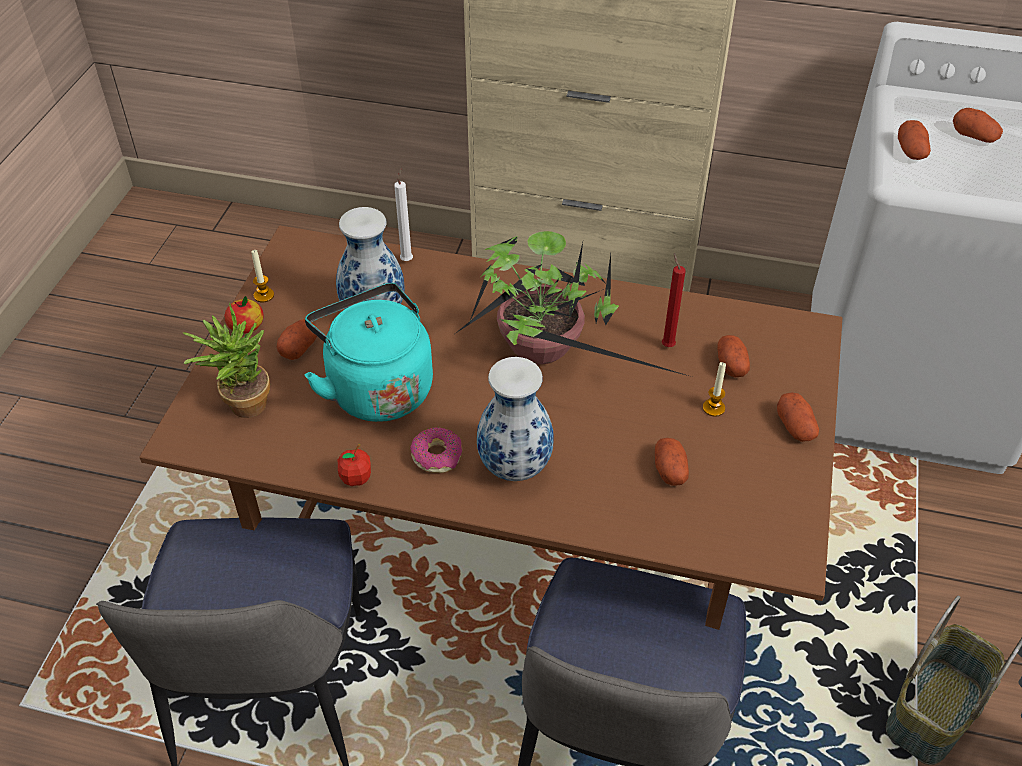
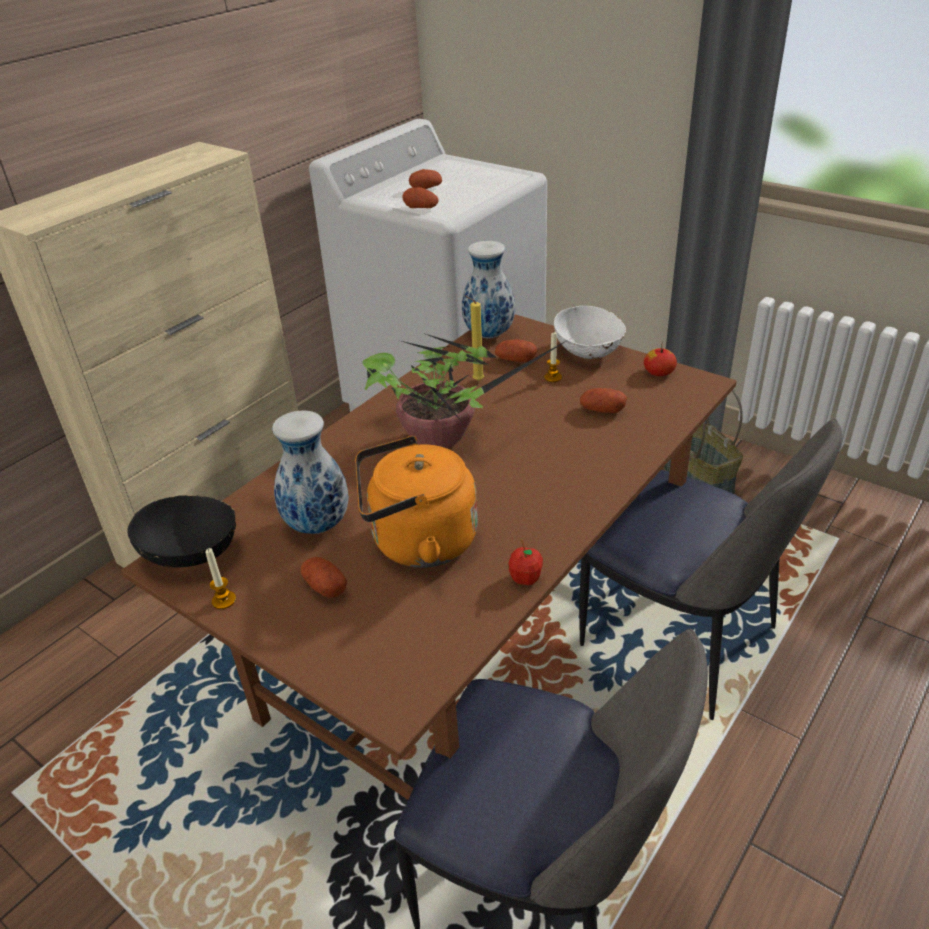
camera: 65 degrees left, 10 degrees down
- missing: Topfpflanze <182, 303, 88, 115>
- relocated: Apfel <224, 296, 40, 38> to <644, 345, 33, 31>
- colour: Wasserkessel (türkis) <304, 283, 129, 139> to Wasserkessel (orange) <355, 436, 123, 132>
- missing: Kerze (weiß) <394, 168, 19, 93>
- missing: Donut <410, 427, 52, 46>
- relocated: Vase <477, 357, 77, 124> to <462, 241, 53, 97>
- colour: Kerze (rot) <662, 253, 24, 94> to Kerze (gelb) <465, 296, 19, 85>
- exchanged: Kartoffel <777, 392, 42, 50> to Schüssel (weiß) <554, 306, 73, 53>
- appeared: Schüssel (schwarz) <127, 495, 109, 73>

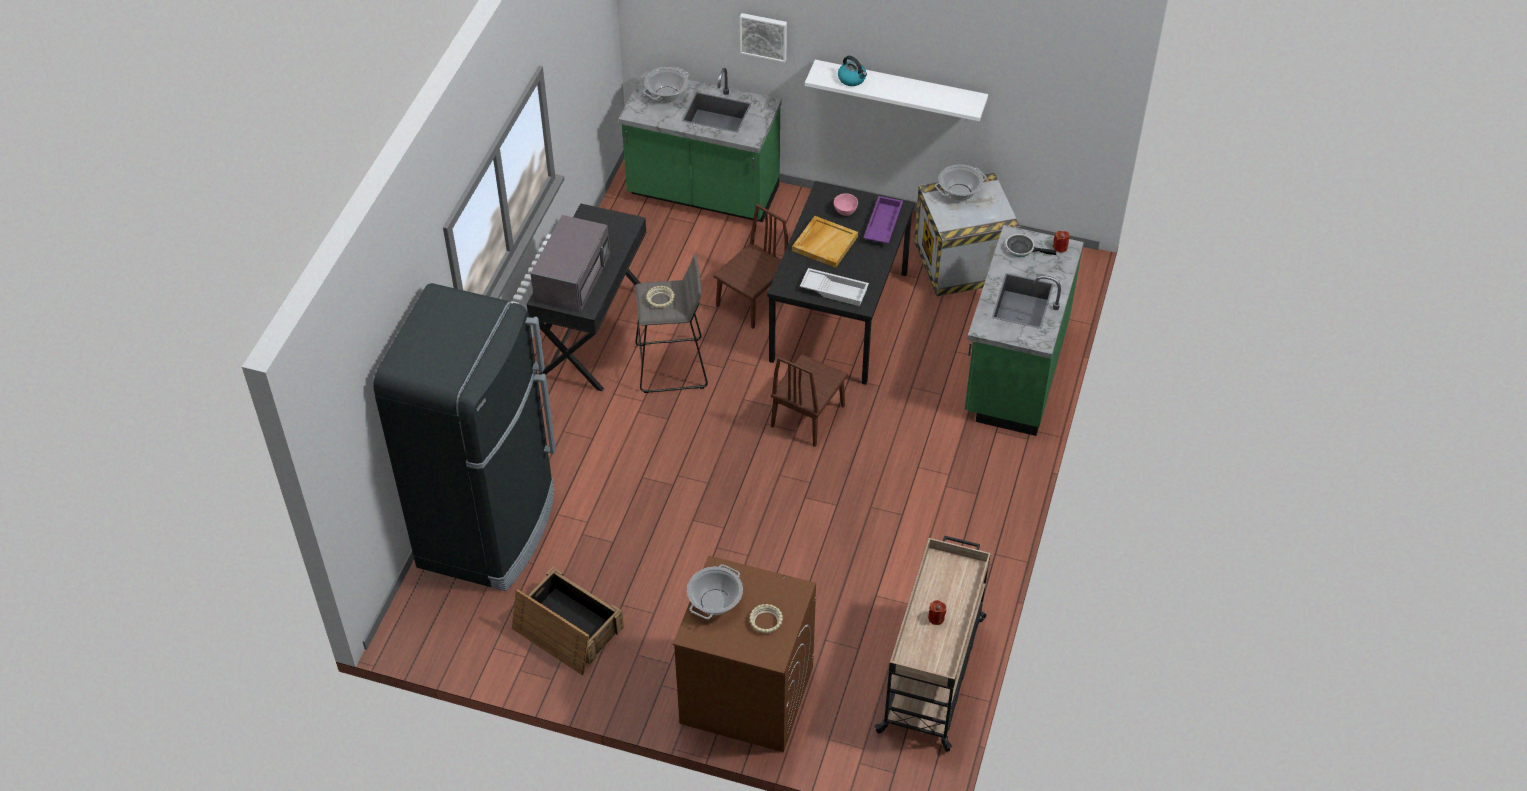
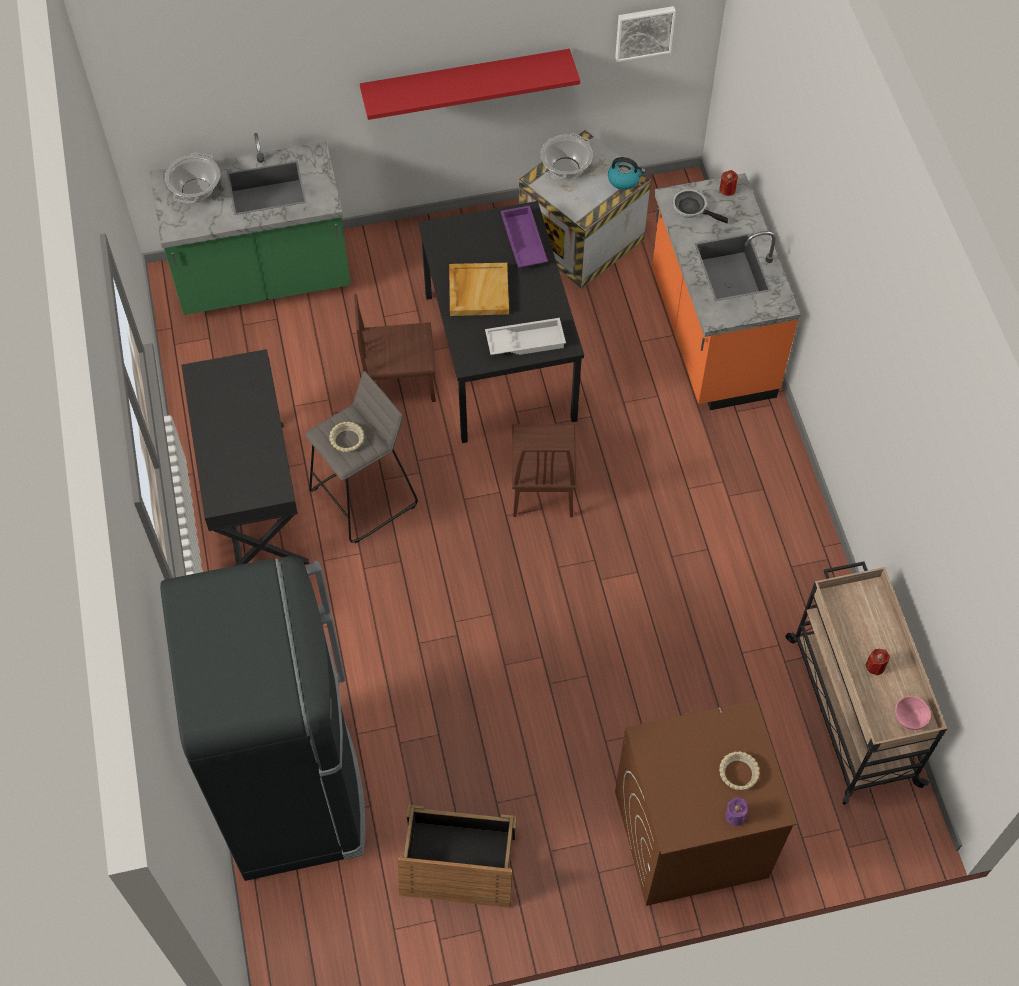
camera: 30 degrees left, 10 degrees up
- missing: Mikrowelle (grau) <530, 215, 80, 98>
- missing: Kochtopf <687, 564, 56, 55>
- spun: Stuhl (braun) <713, 204, 75, 125> = <354, 294, 82, 108> 105 degrees counterclockwise
- relocated: Bild <740, 13, 47, 50> to <615, 6, 61, 56>
- colour: Wandregal (weiß) <805, 60, 183, 61> to Wandregal (rot) <360, 49, 220, 71>
- relocated: Schüssel (rosa) <834, 194, 24, 22> to <895, 696, 36, 34>
- relocated: Wasserkessel <838, 56, 29, 30> to <608, 157, 38, 33>
- colour: Küchenzeile (grün) <965, 225, 119, 211> to Küchenzeile (orange) <652, 173, 149, 237>
- spun: Pfanne <1005, 234, 51, 23> = <673, 189, 55, 34> 45 degrees clockwise
- appeared: Kerze (lila) <725, 797, 24, 29>

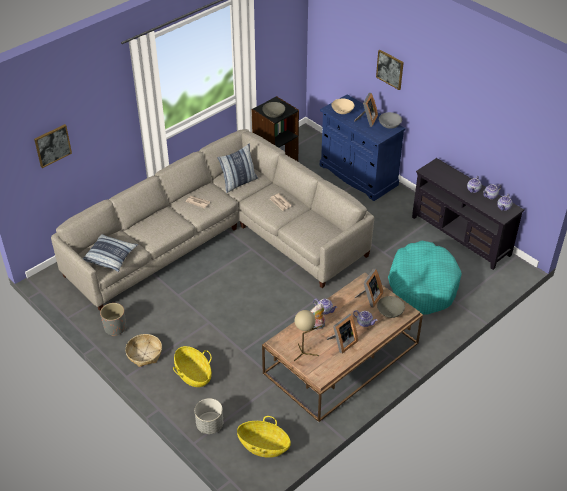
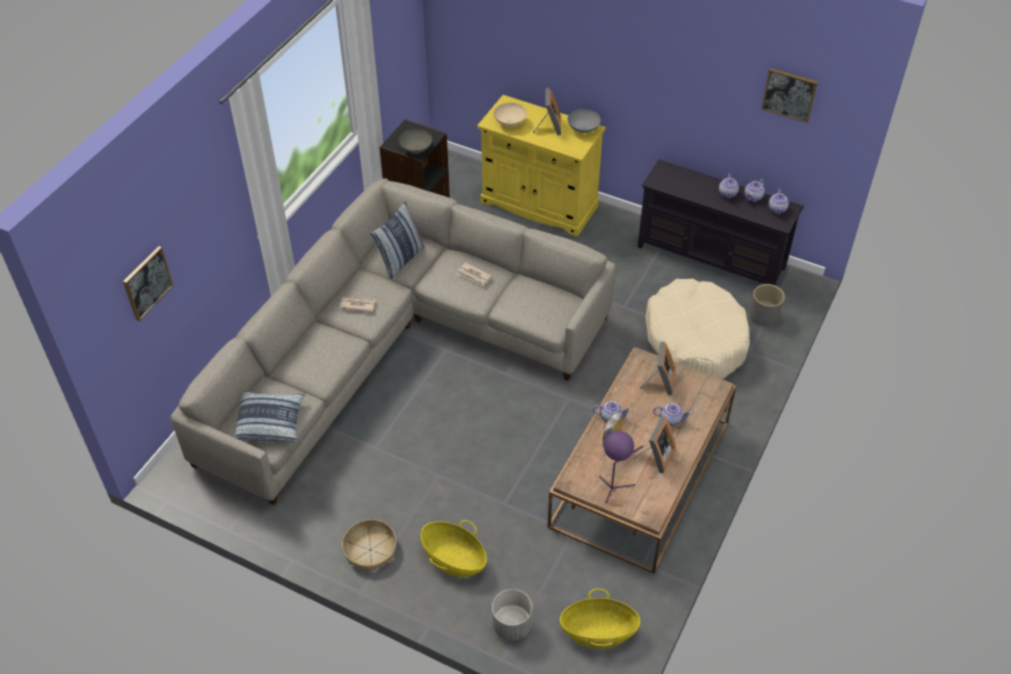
camera: 20 degrees left, 5 degrees up
- relocated: Pflanzkübel (grau) <100, 303, 26, 33> to <750, 284, 35, 43>
- colour: Tischlampe (beige) <294, 310, 28, 51> to Tischlampe (lila) <599, 431, 44, 72>
- colour: Schrank (blau) <320, 94, 86, 107> to Schrank (gelb) <477, 95, 129, 141>
- relocated: Bild <376, 50, 28, 40> to <761, 68, 57, 55>
- missing: Schüssel (grau) <377, 296, 28, 22>
- colour: Hundebett (türkis) <388, 241, 74, 74> to Hundebett (beige) <645, 279, 105, 100>

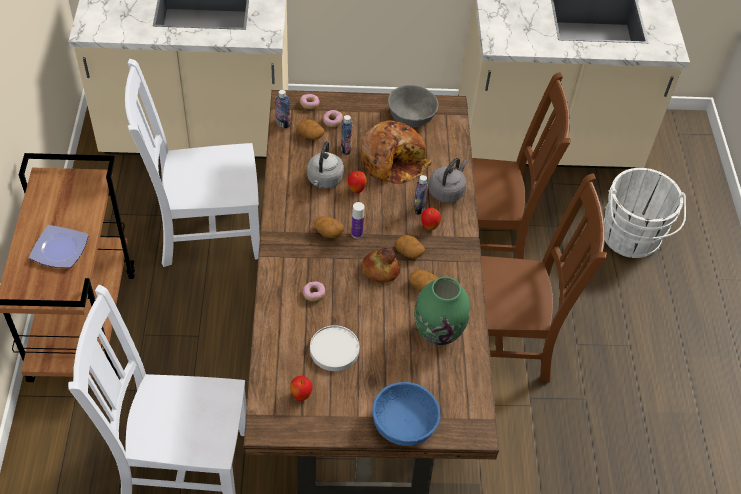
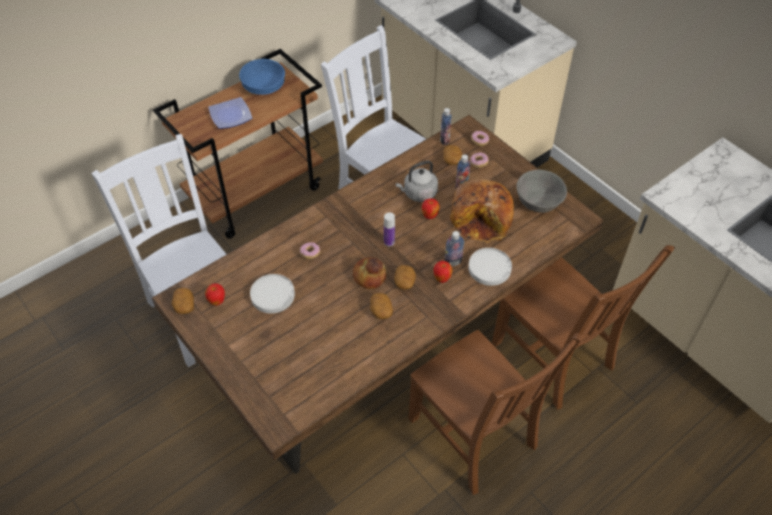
camera: 55 degrees right, 0 degrees up
- relocated: Kartoffel <314, 216, 30, 22> to <172, 288, 22, 26>
- relocated: Schüssel (blau) <372, 382, 68, 64> to <239, 59, 46, 36>
- missing: Vase (grün) <414, 277, 56, 68>
- exchanged: Wasserkessel (grau) <429, 158, 38, 45> to Teller (weiß) <468, 248, 44, 38>
- missing: Eimer (weiß) <604, 168, 82, 90>

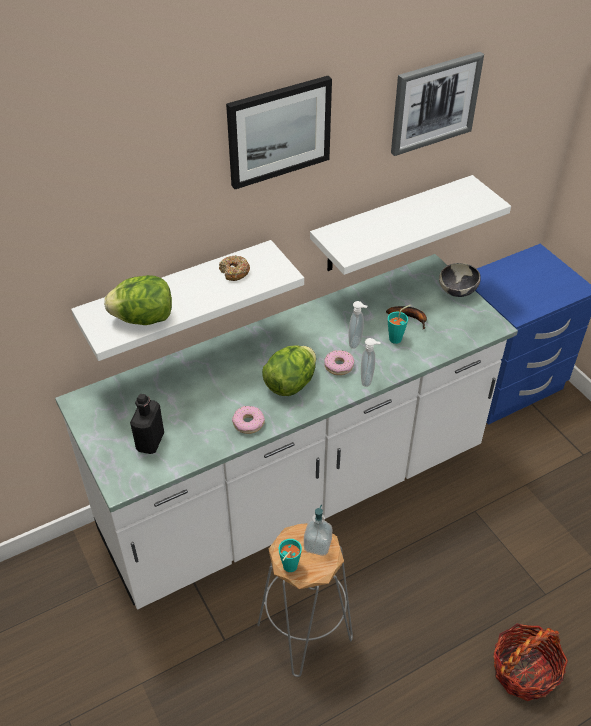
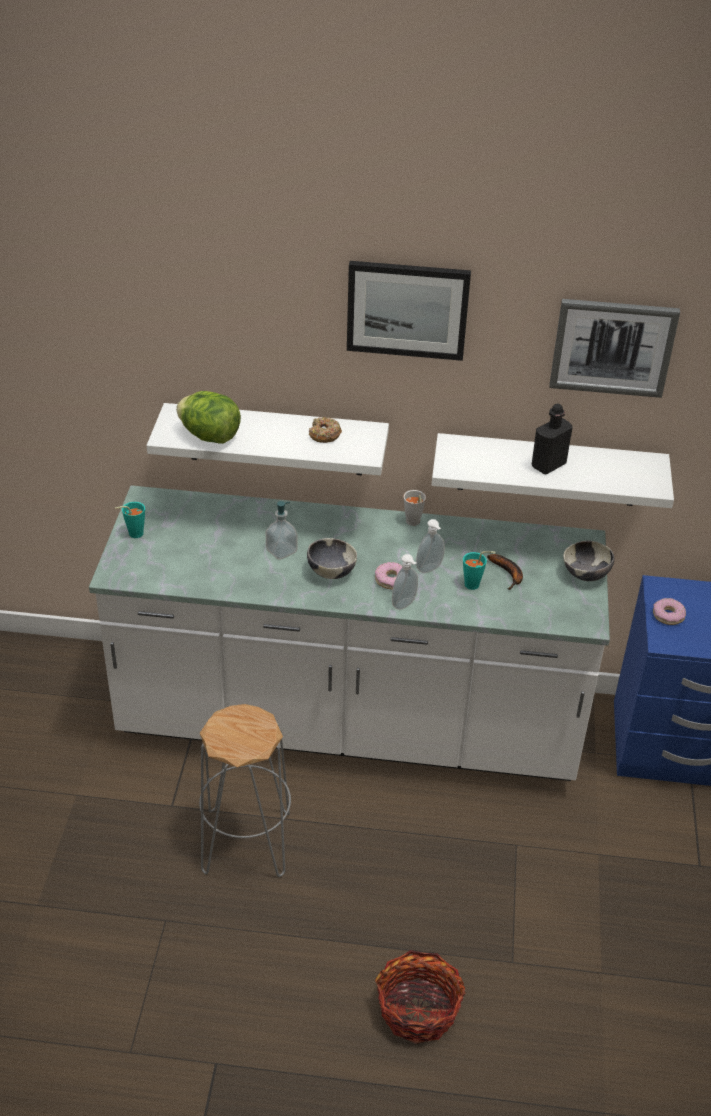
camera: 35 degrees right, 5 degrees down
- relocated: Flasche (schwarz) <130, 394, 34, 60> to <532, 404, 41, 70>
- relocated: Donut <232, 406, 33, 28> to <653, 598, 33, 27>
- exchanged: Salatkopf <262, 345, 54, 51> to Schüssel <307, 538, 50, 41>
- relocated: Tasse (türkis) <278, 539, 24, 33> to <115, 502, 30, 36>
- relocated: Seifenspender <304, 505, 28, 51> to <266, 501, 32, 59>
- appeared: Tasse (grau) <403, 490, 23, 36>

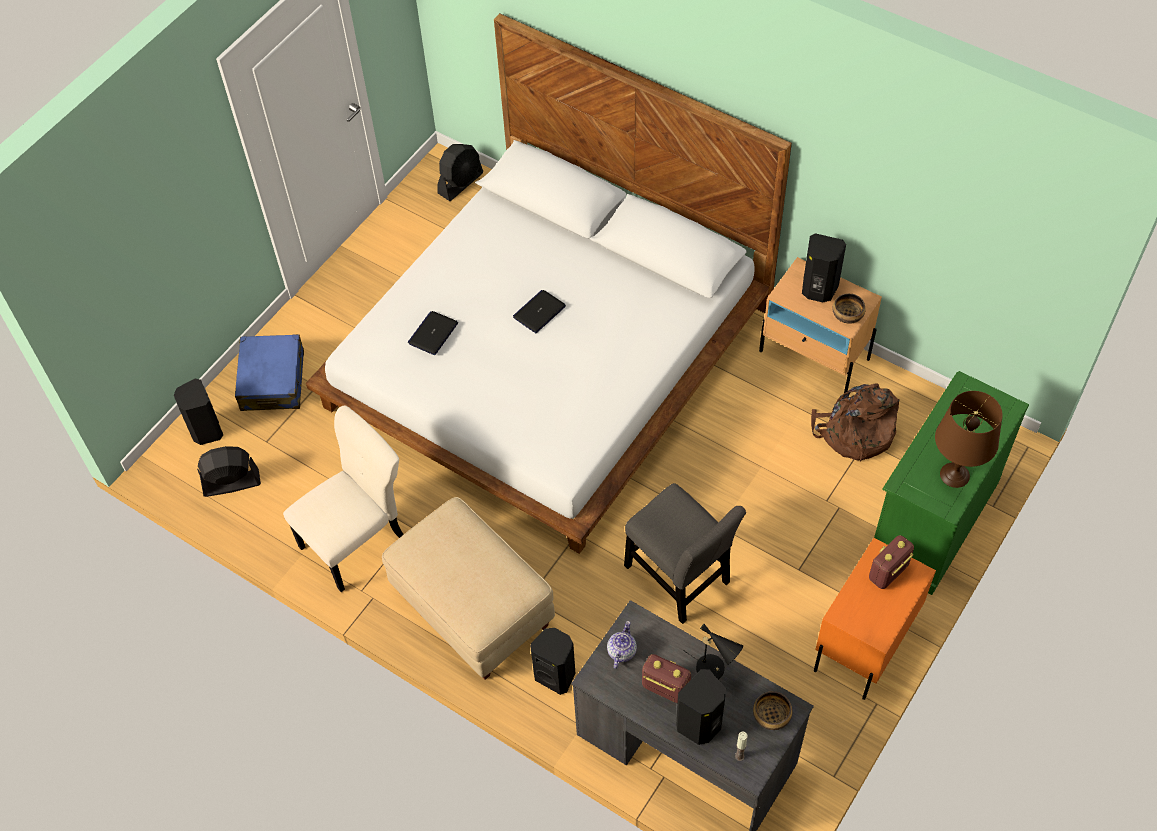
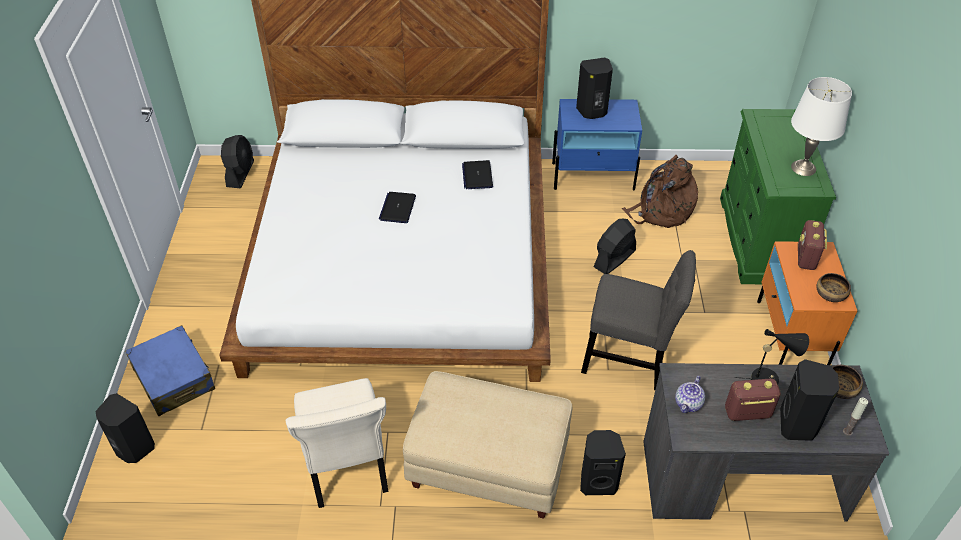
camera: 35 degrees left, 10 degrees down
- relocated: Ventilator (schwarz) <197, 446, 64, 51> to <593, 218, 43, 56>
- spun: Stuhl (beige) <283, 405, 121, 187> = <286, 378, 103, 130> 150 degrees clockwise
- relocated: Laptop <408, 311, 50, 44> to <462, 160, 31, 29>
- spun: Teekanne <607, 621, 30, 48> = <675, 376, 30, 37> 135 degrees counterclockwise
- colour: Nachttisch (beige) <759, 257, 123, 136> to Nachttisch (blau) <552, 99, 90, 91>
- relocated: Schüssel <833, 293, 33, 31> to <816, 273, 35, 29>
- colour: Tischlampe (braun) <935, 391, 68, 97> to Tischlampe (weiß) <791, 77, 61, 99>

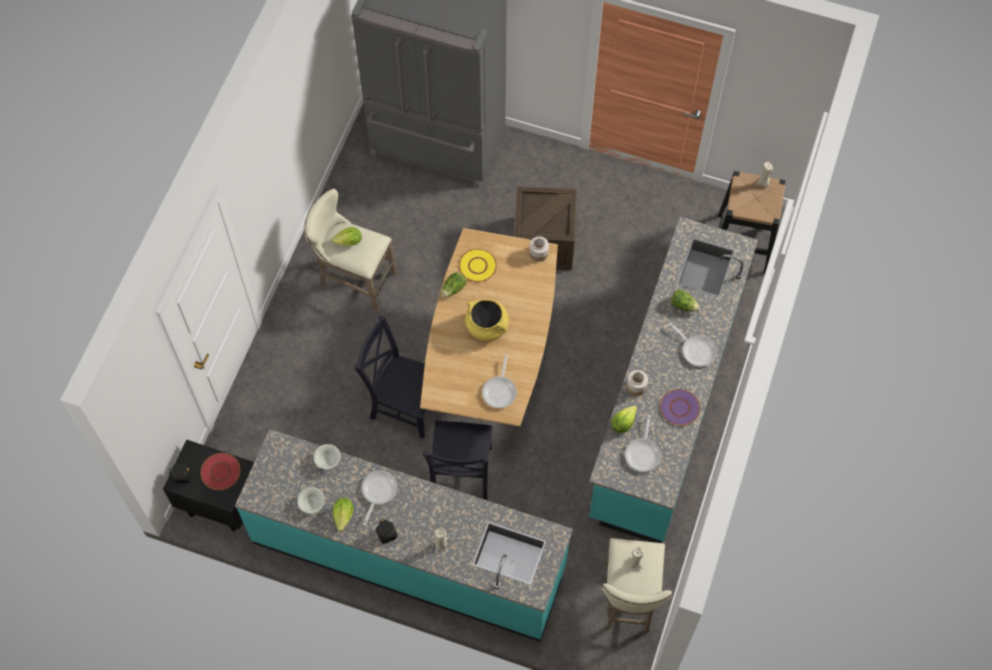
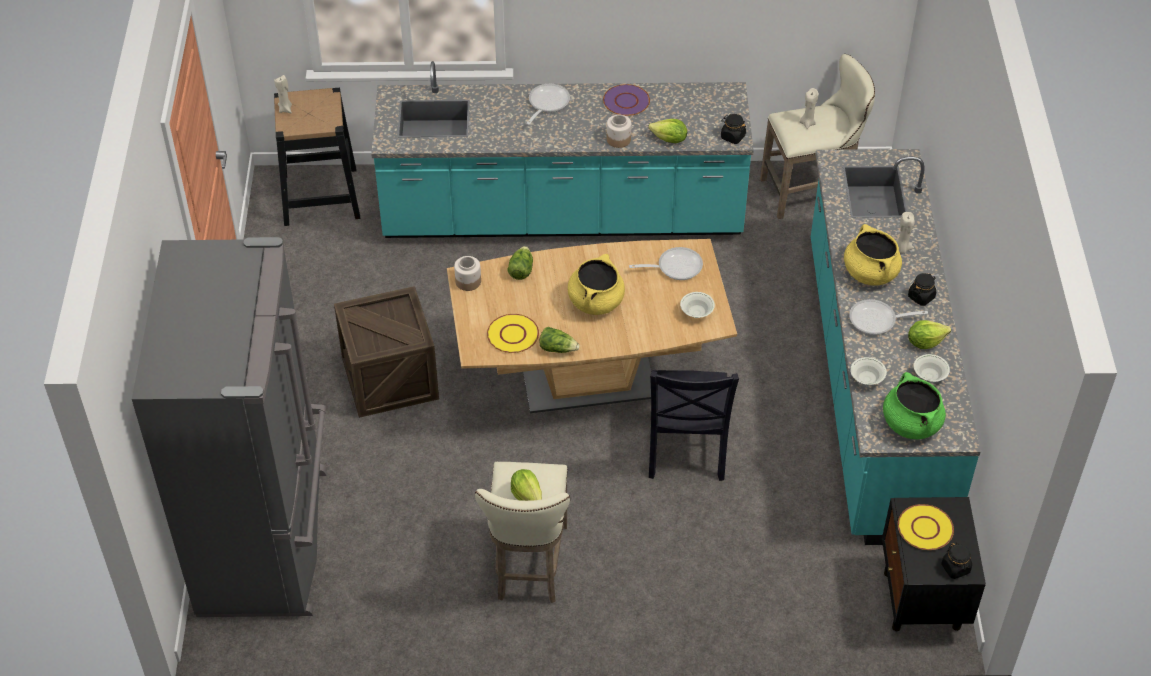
camera: 110 degrees left, 15 degrees down
- colour: Teller (rot) <200, 453, 40, 37> to Teller (gelb) <898, 504, 56, 46>
- missing: Stuhl (schwarz) <423, 421, 69, 79>
- missing: Pfanne <625, 415, 35, 57>
- relocated: Salatkopf <671, 289, 29, 22> to <507, 246, 26, 34>
- appeared: Schüssel (weiß) <680, 292, 35, 26>
- appeared: Vorratsglas (schwarz) <721, 114, 25, 30>
- appeared: Kochtopf (gelb) <844, 224, 58, 62>
- appeared: Kochtopf (grün) <883, 372, 63, 67>

